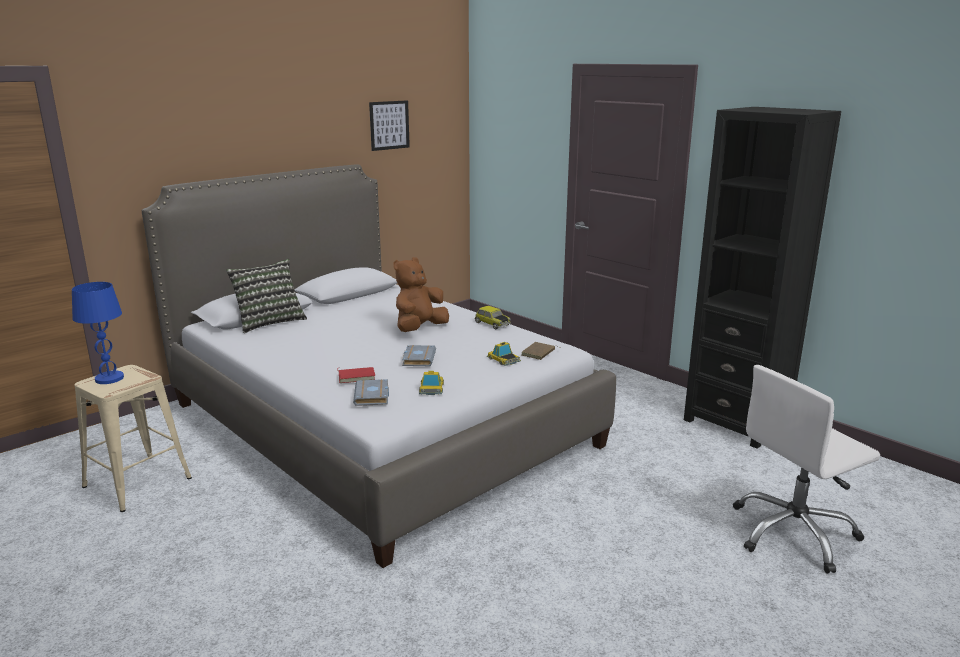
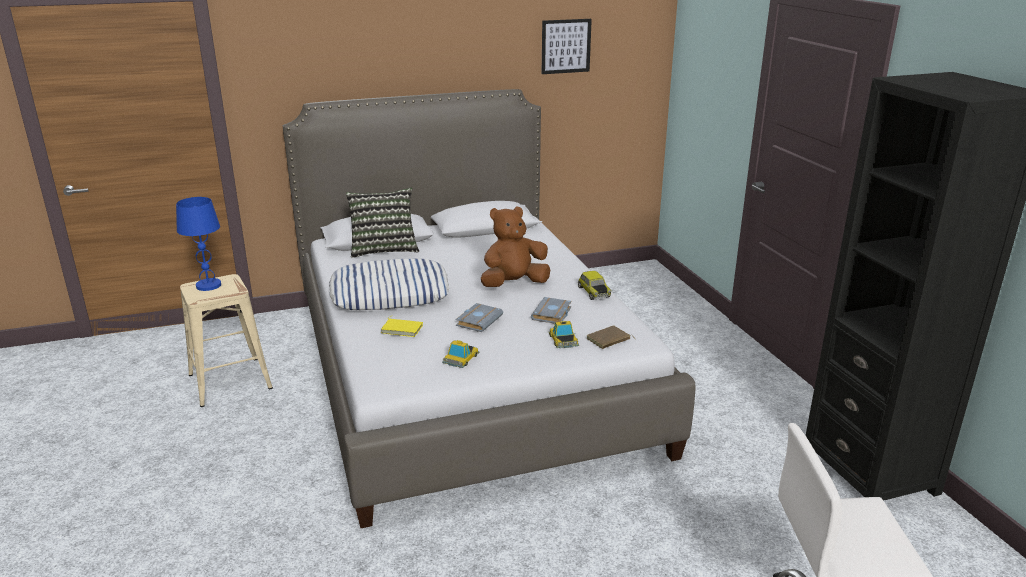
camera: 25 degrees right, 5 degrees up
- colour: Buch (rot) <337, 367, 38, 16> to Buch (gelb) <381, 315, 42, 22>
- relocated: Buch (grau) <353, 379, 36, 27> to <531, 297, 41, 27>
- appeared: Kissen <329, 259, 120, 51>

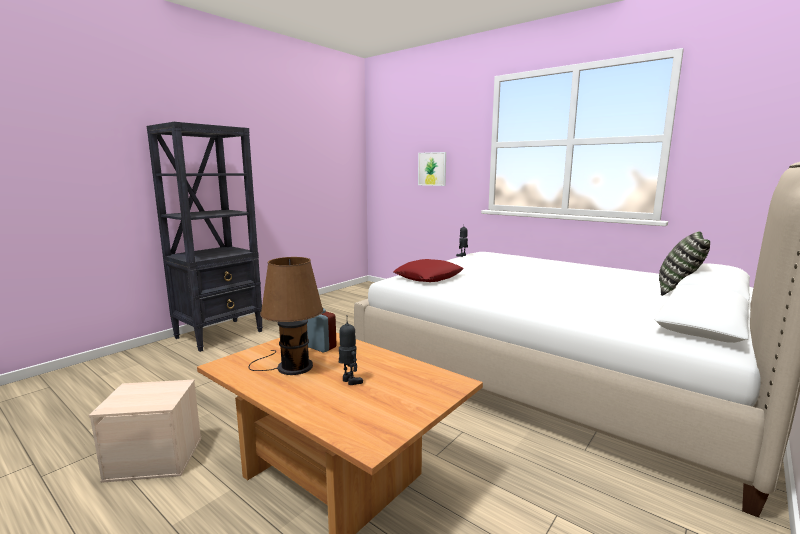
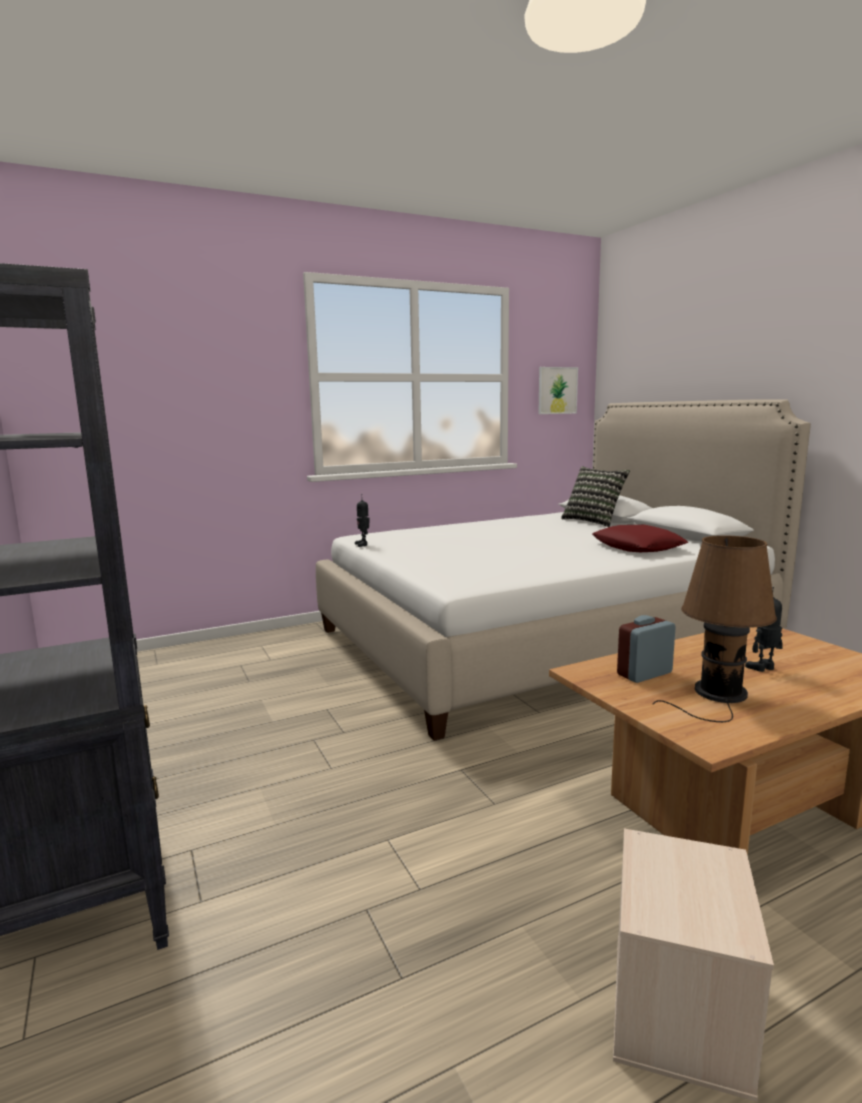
camera: 65 degrees left, 0 degrees up
- relocated: Kissen (rot) <394, 259, 70, 23> to <592, 525, 96, 27>
- relocated: Bild <418, 152, 28, 34> to <538, 367, 40, 47>

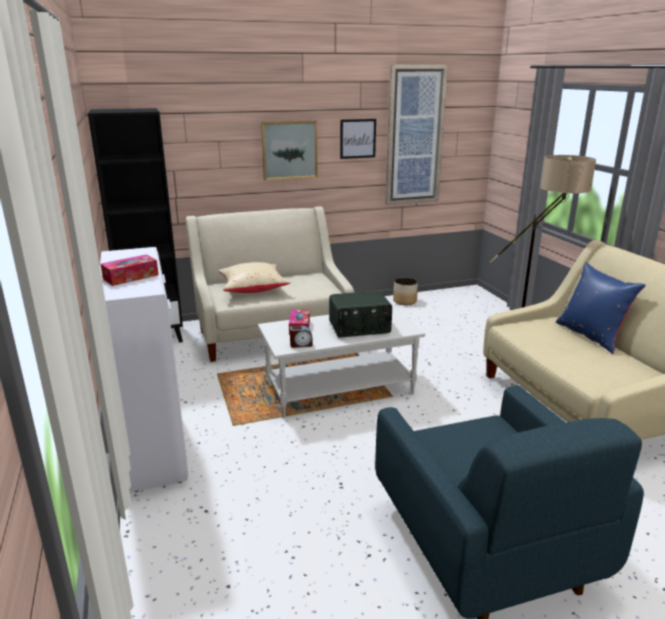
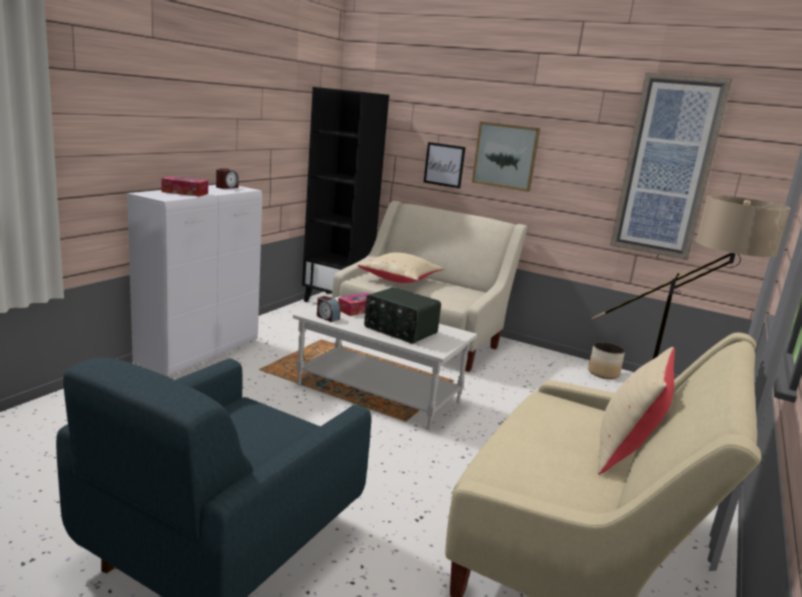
camera: 45 degrees right, 5 degrees down
- relocated: Bild <340, 119, 36, 40> to <424, 142, 42, 47>
- colour: Kissen (blau) <556, 262, 90, 92> to Kissen (beige) <597, 347, 78, 128>
- appeared: Wecker <216, 168, 23, 21>

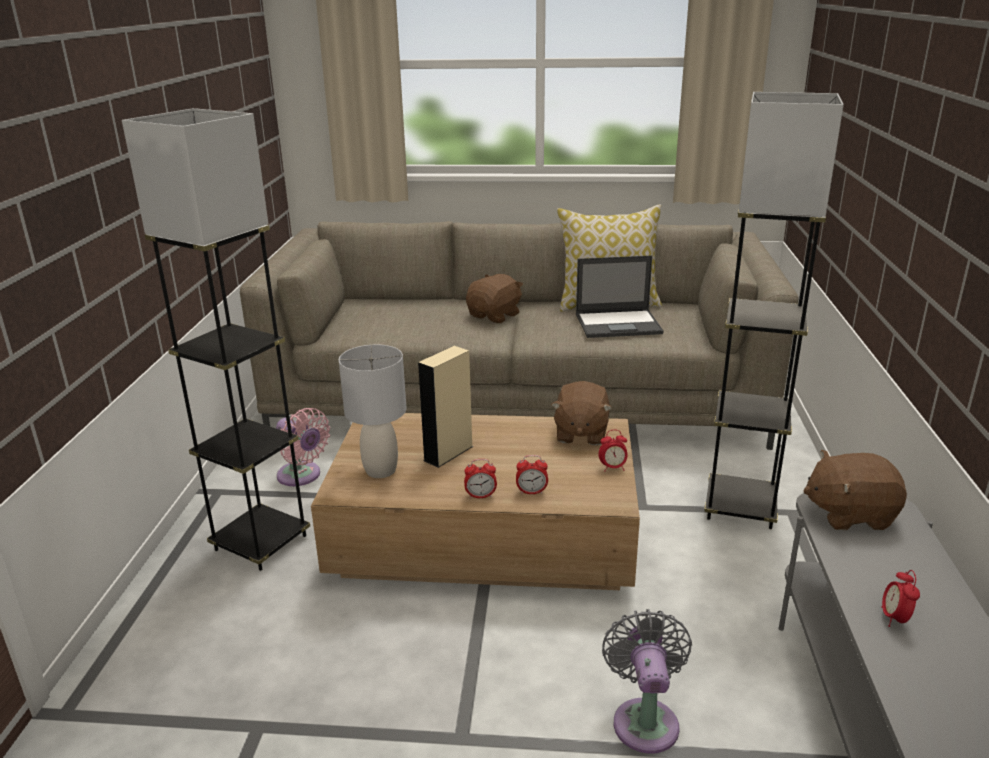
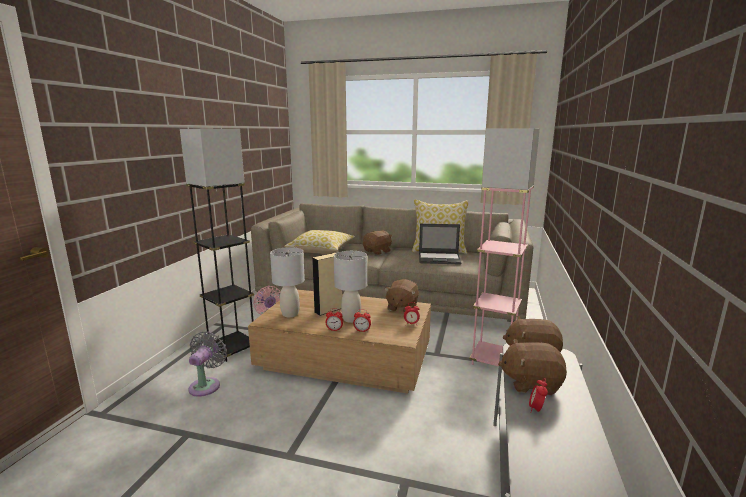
camera: 10 degrees right, 10 degrees down
- relocated: Ventilator (grau) <602, 609, 90, 144> to <189, 331, 38, 66>
- colour: Stehlampe (grau) <704, 92, 140, 437> to Stehlampe (rosa) <470, 128, 70, 238>
- appeared: Kissen <284, 230, 71, 24>
- appeared: Tischlampe (grau) <334, 251, 33, 72>
- appeared: Plüschtier (braun) <498, 339, 69, 56>

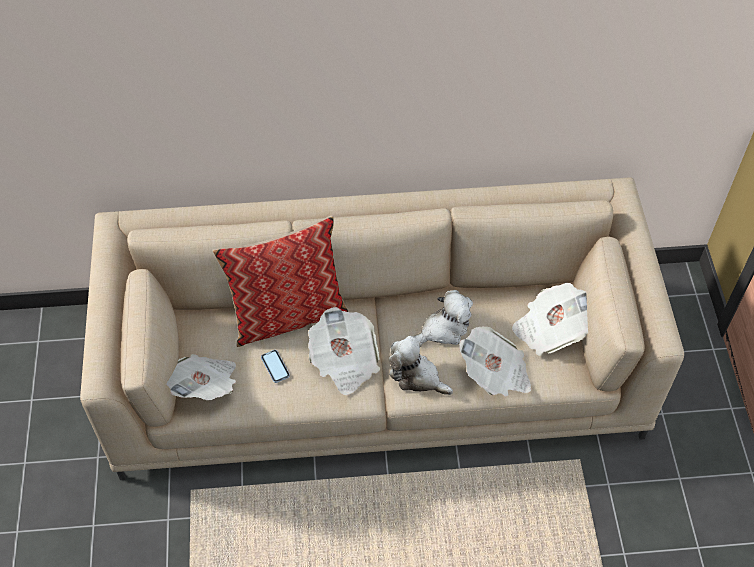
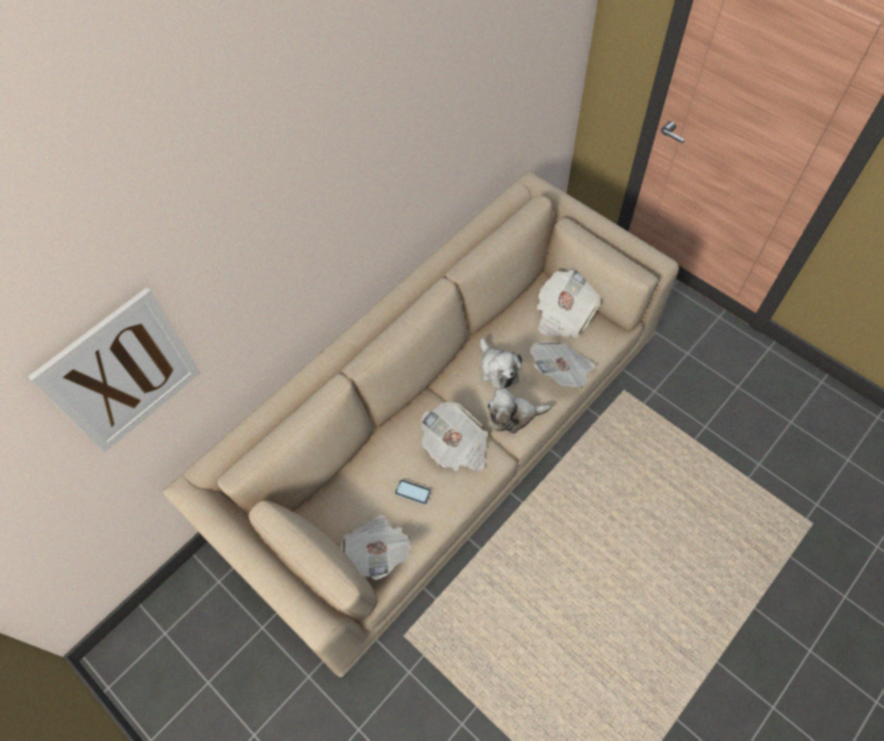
camera: 40 degrees left, 5 degrees up
- missing: Kissen <212, 215, 136, 132>
- spun: Plüschtier <412, 290, 61, 55> = <480, 338, 42, 51> 135 degrees clockwise
- appeared: Bild <28, 287, 172, 165>

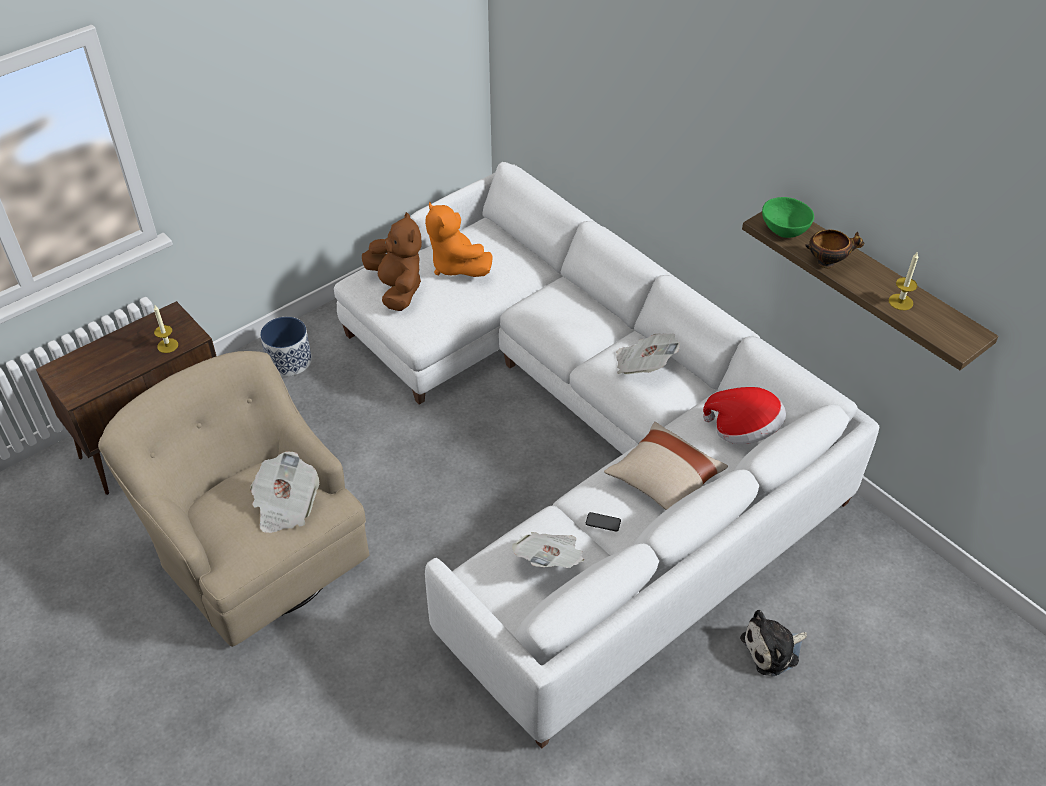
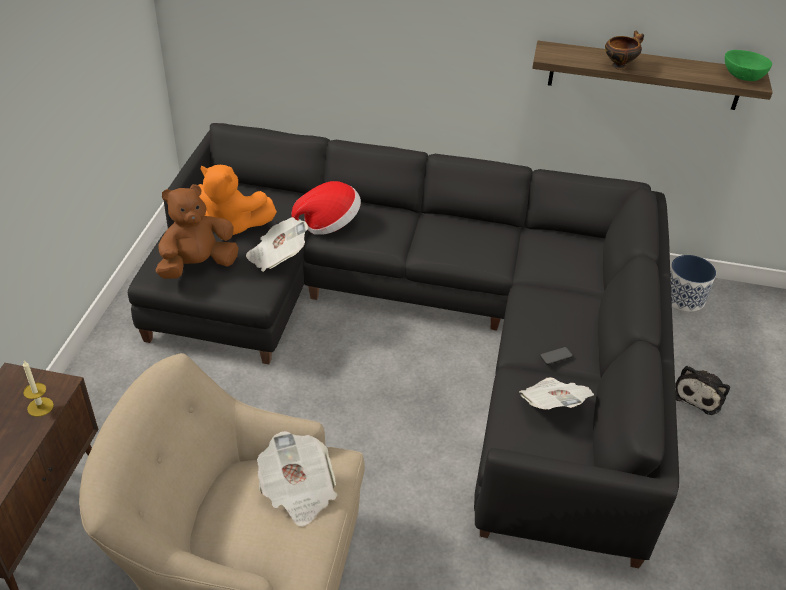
camera: 40 degrees left, 5 degrees down
- relocated: Pflanzkübel <260, 317, 52, 59> to <670, 255, 46, 57>
- colour: Sofa (weiß) <334, 162, 545, 587> to Sofa (schwarz) <128, 123, 551, 445>
- spun: Plüschtier (braun) <362, 212, 60, 99> = <155, 184, 84, 95> 60 degrees counterclockwise
- missing: Kissen (beige) <604, 422, 124, 88>
- relocated: Zeitung <616, 333, 64, 41> to <246, 217, 62, 55>
- relocated: Hut <703, 387, 83, 57> to <292, 181, 69, 54>
- relocated: Schüssel (grün) <762, 197, 52, 41> to <725, 50, 47, 31>
- missing: Kerze <889, 251, 29, 60>

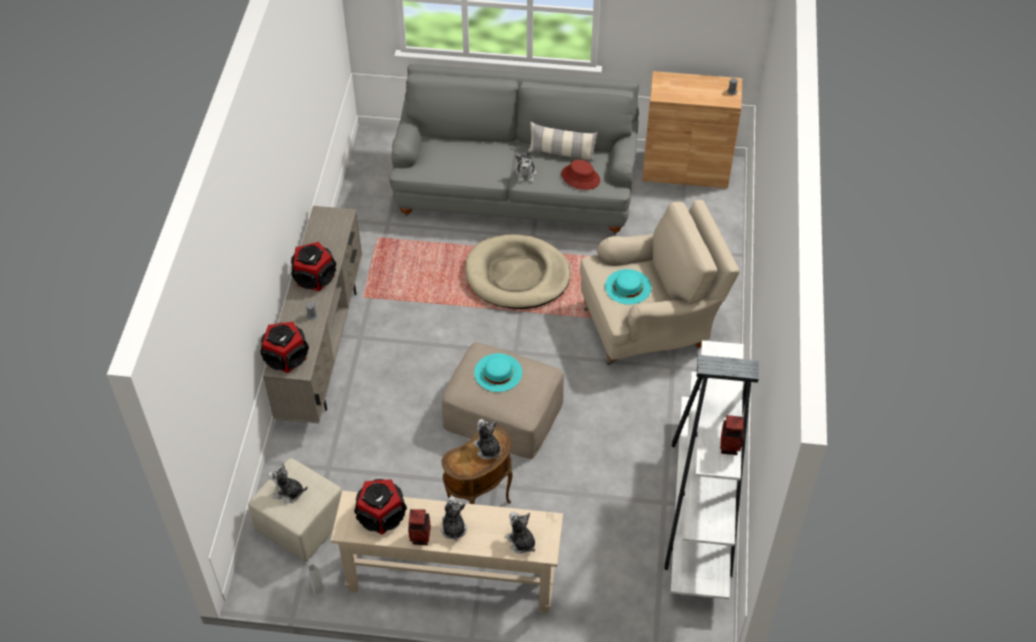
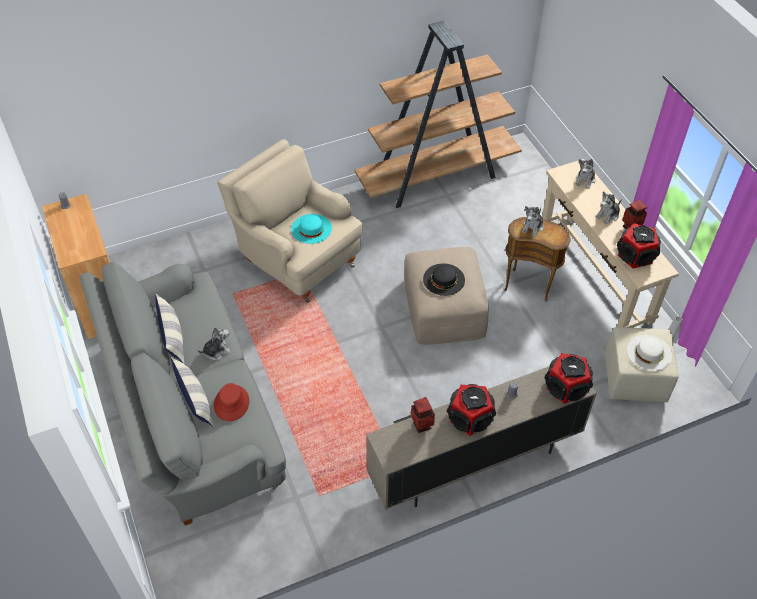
camera: 120 degrees left, 0 degrees up
- exchanged: Plüschtier <268, 463, 40, 40> to Hut (weiß) <627, 335, 45, 36>
- missing: Hundebett (beige) <465, 234, 105, 75>
- colour: Hut (türkis) <474, 353, 48, 39> to Hut (schwarz) <423, 263, 42, 33>
- relocated: Hut (rot) <561, 160, 39, 30> to <214, 383, 35, 39>
- colour: Bücherregal (weiß) <664, 340, 95, 259> to Bücherregal (braun) <355, 20, 167, 188>
- relocated: Vase <720, 415, 24, 40> to <411, 397, 24, 36>
- appeared: Kissen <171, 357, 43, 70>

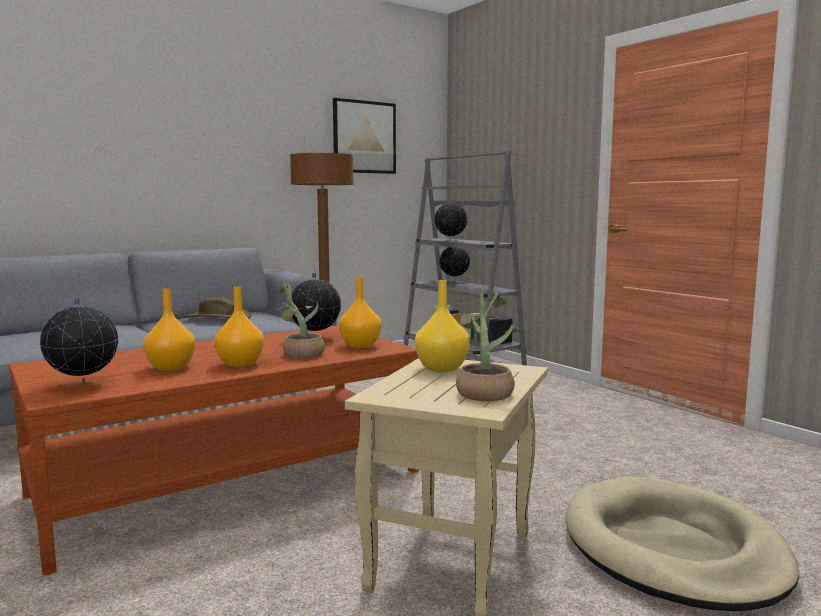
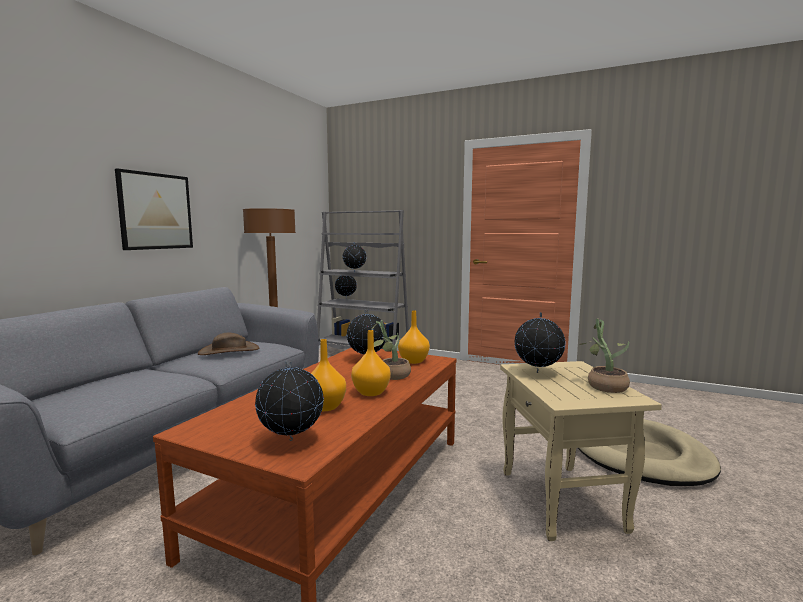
camera: 30 degrees left, 0 degrees up
- relocated: Bild <333, 98, 63, 76> to <115, 168, 78, 82>
- exchanged: Vase (gelb) <415, 280, 55, 92> to Globus <514, 312, 52, 61>

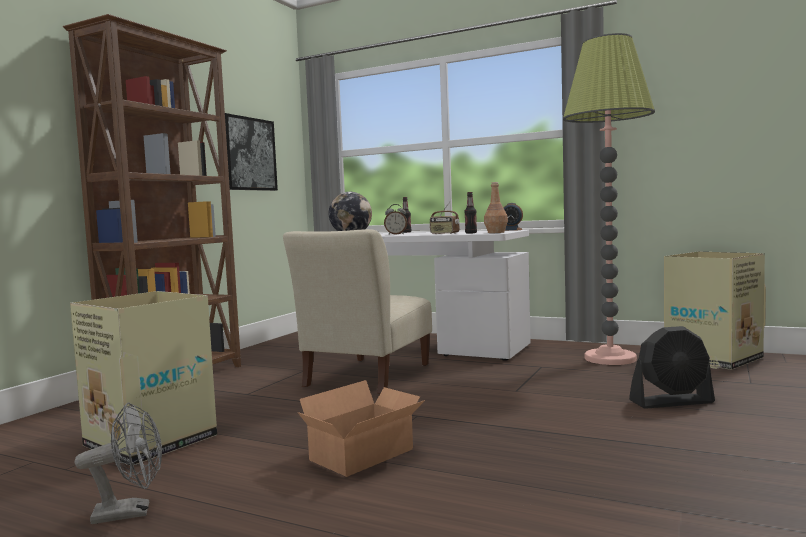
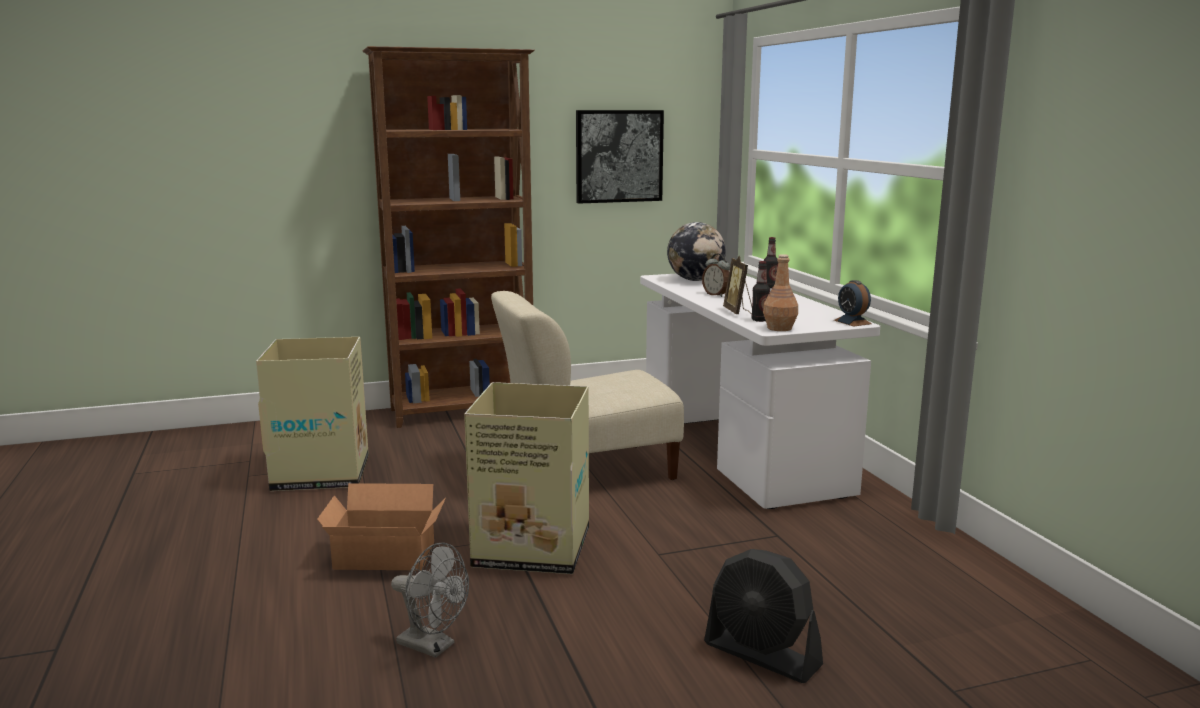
camera: 45 degrees right, 10 degrees up
- relocated: Ventilator (grau) <75, 402, 87, 122> to <391, 542, 78, 116>
- exchanged: Radio <430, 202, 30, 32> to Bilderrahmen <723, 256, 29, 58>
- missing: Stehlampe <563, 33, 92, 332>
- relocated: Karton <664, 252, 102, 118> to <464, 382, 125, 192>

